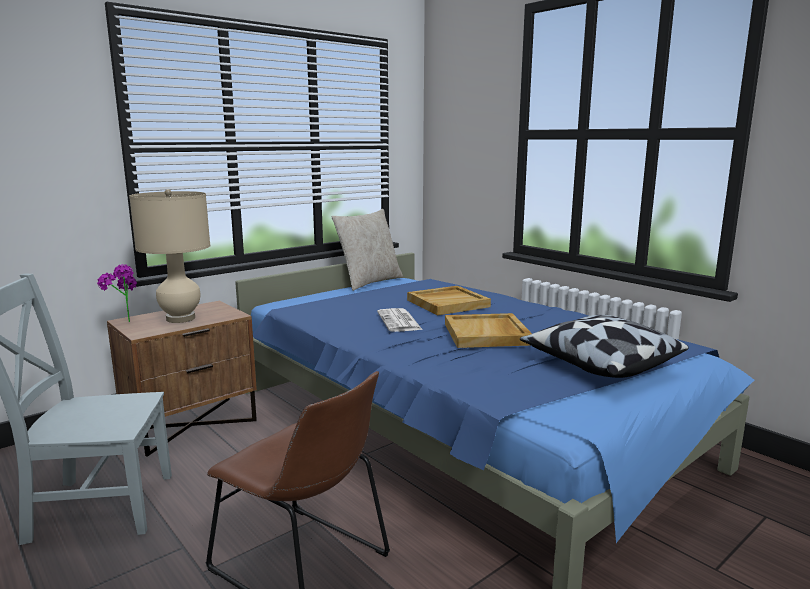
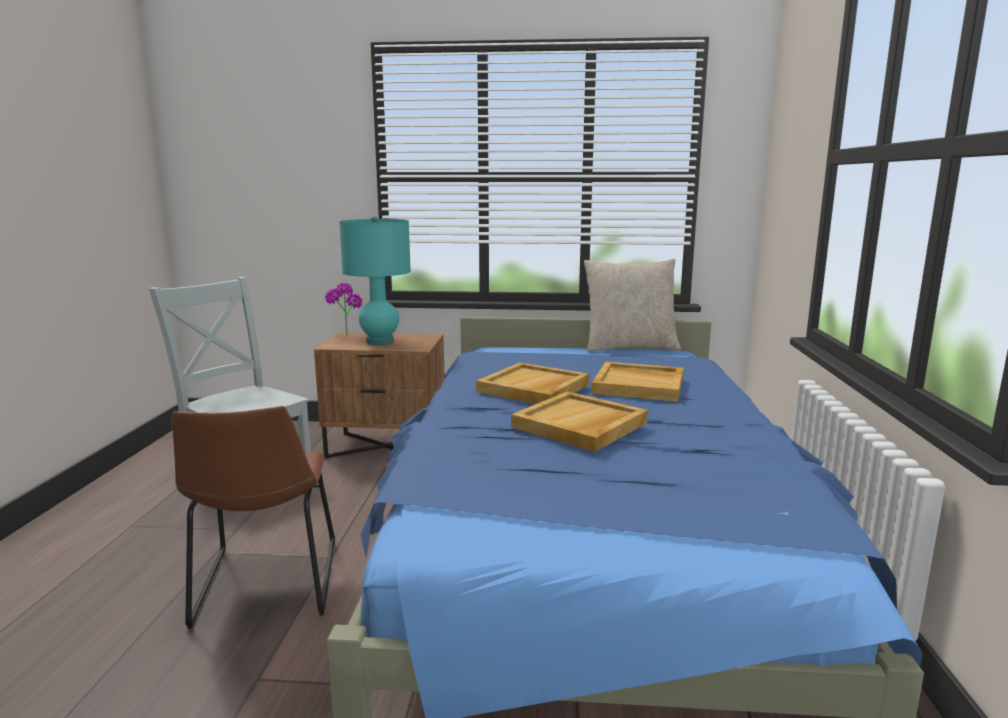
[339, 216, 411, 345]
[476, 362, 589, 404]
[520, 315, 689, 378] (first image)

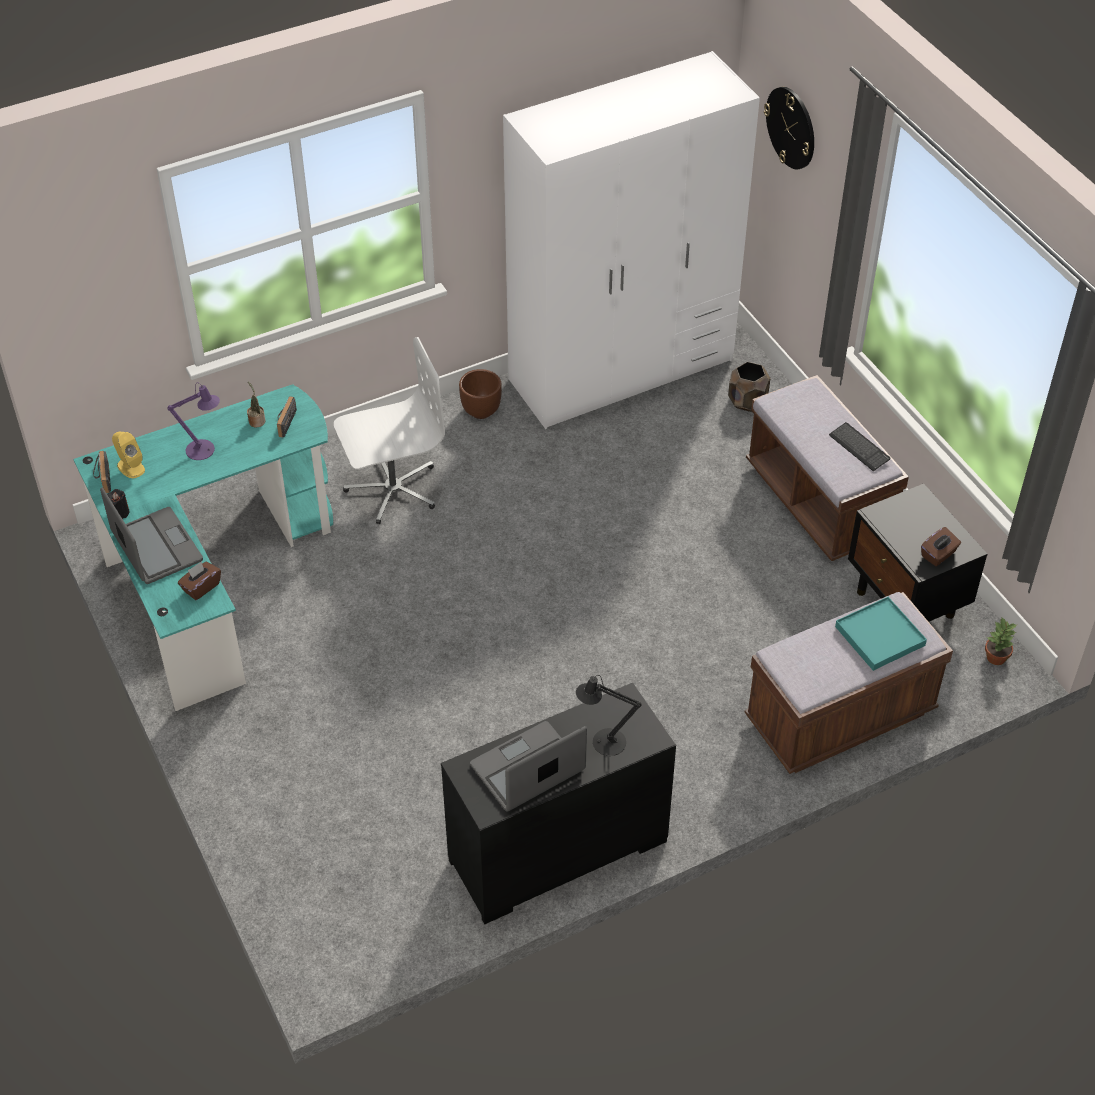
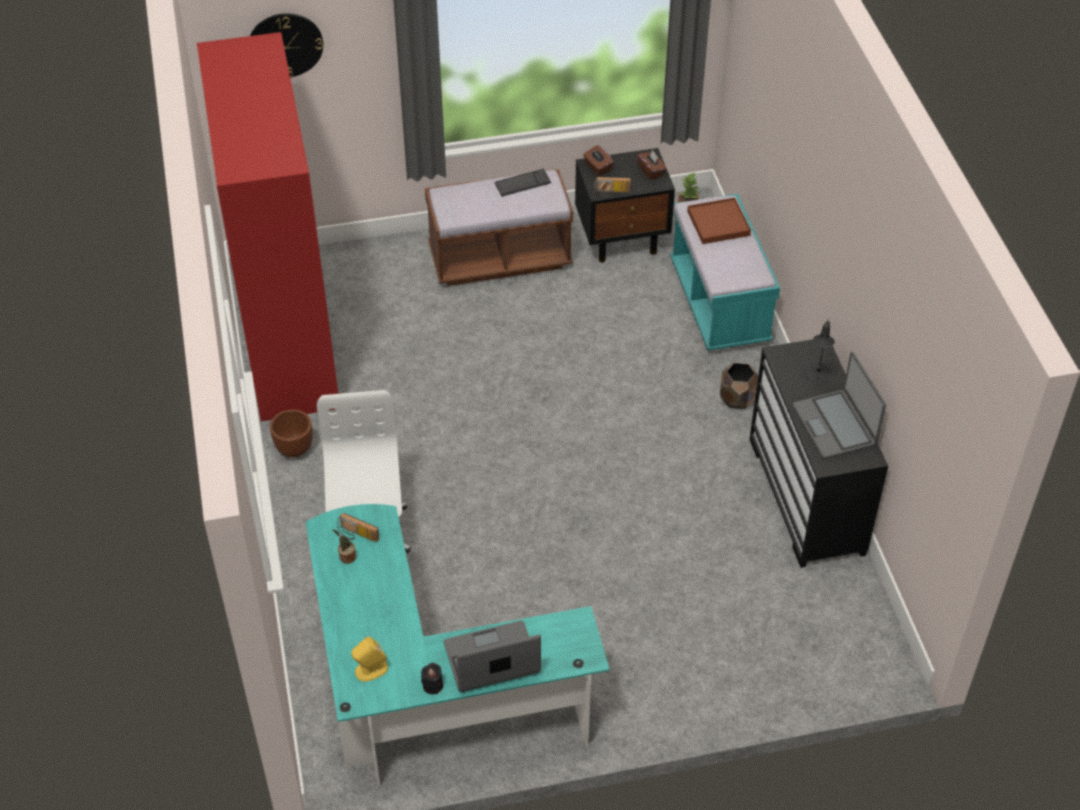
[594, 177, 631, 197]
[167, 383, 220, 460] (first image)
[583, 145, 614, 176]
[197, 32, 338, 421]
[720, 363, 758, 409]
[670, 194, 780, 350]
[687, 198, 751, 244]

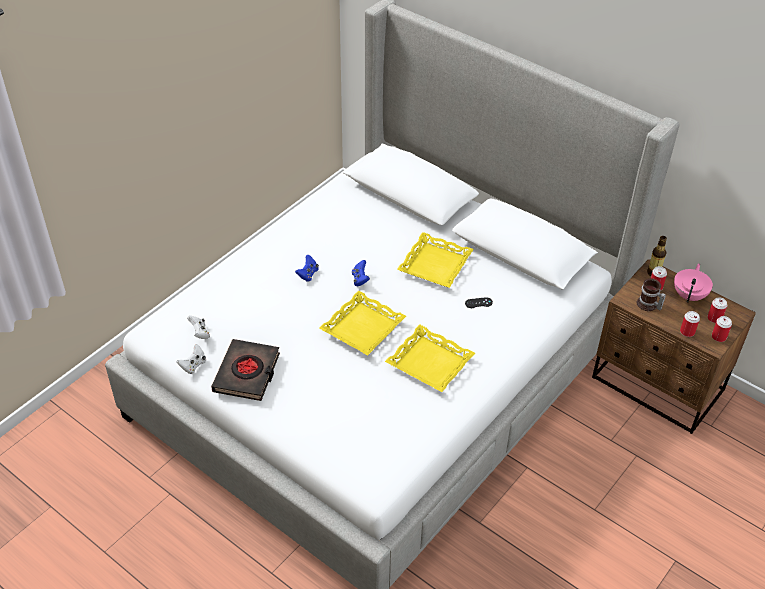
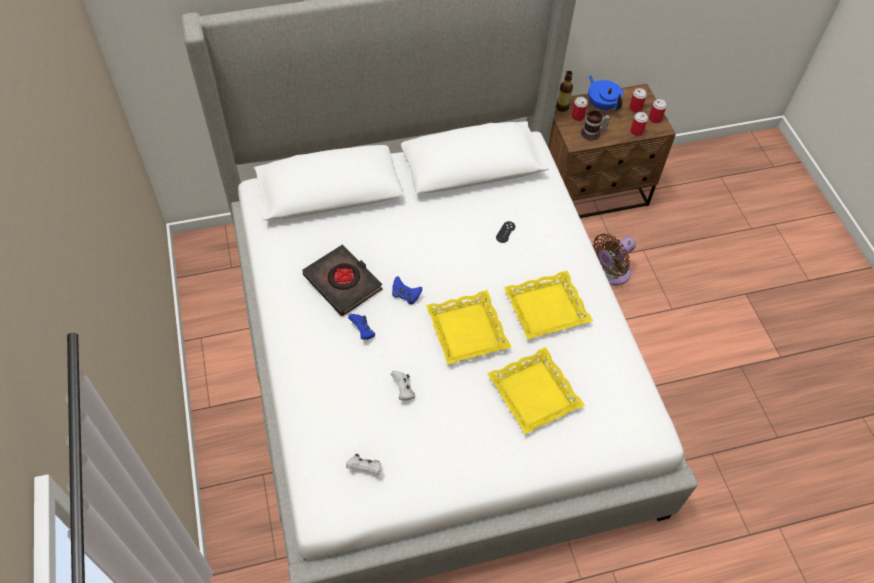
[391, 371, 415, 401]
[303, 245, 382, 317]
[487, 347, 585, 434]
[588, 76, 623, 111]
[593, 234, 636, 286]

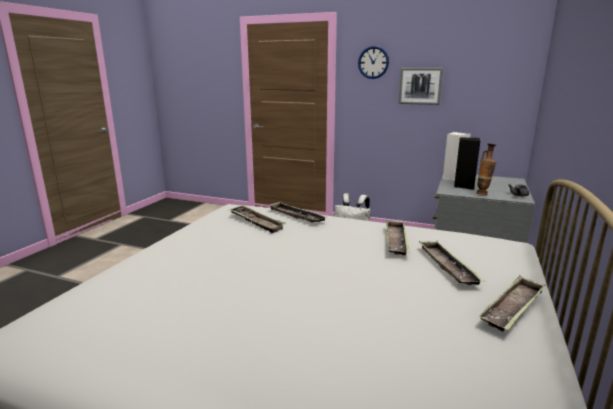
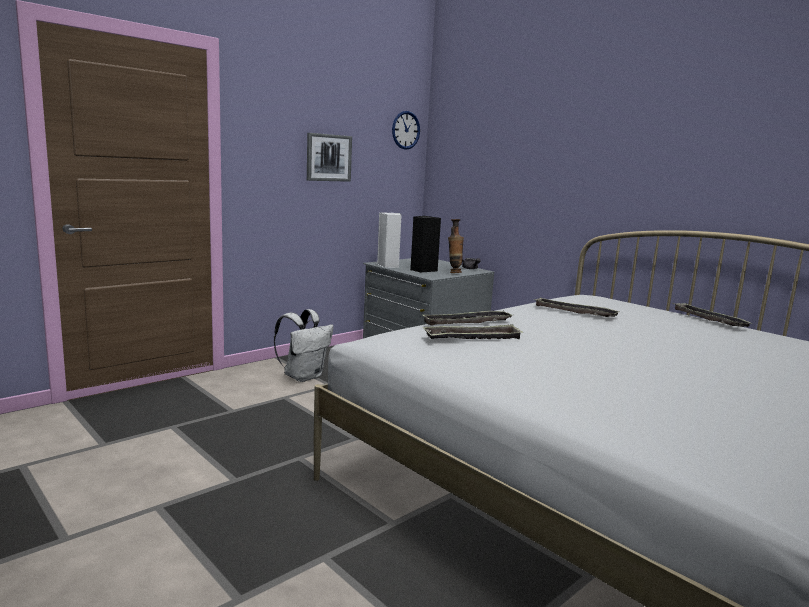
[392, 111, 420, 150]
[420, 241, 484, 285] (first image)

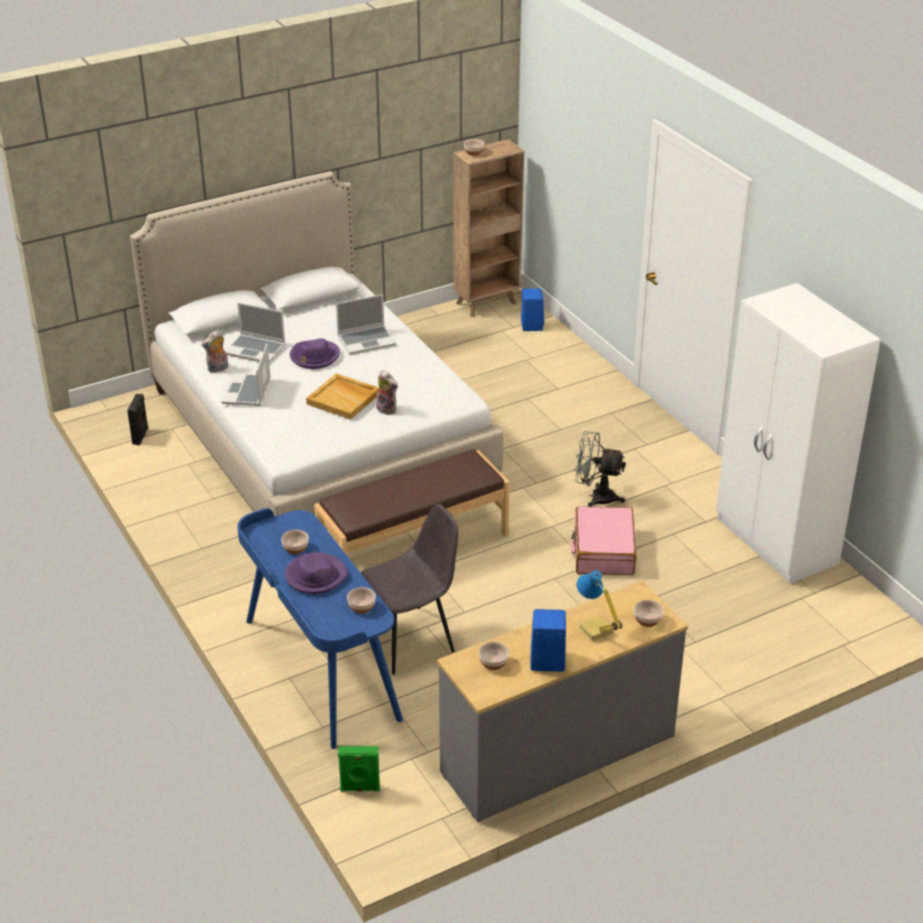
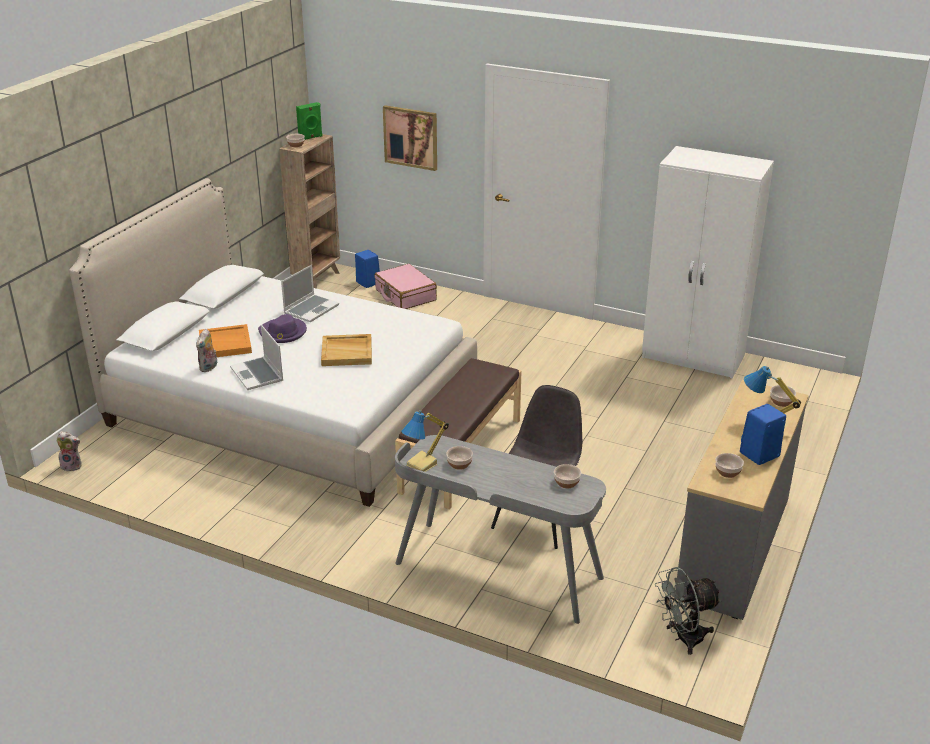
[127, 394, 149, 445] (first image)
[199, 324, 252, 357]
[395, 435, 606, 624]
[285, 552, 349, 594] (first image)
[296, 102, 323, 140]
[56, 431, 82, 471]
[374, 264, 437, 309]
[655, 567, 721, 655]
[383, 105, 437, 171]
[401, 410, 449, 472]

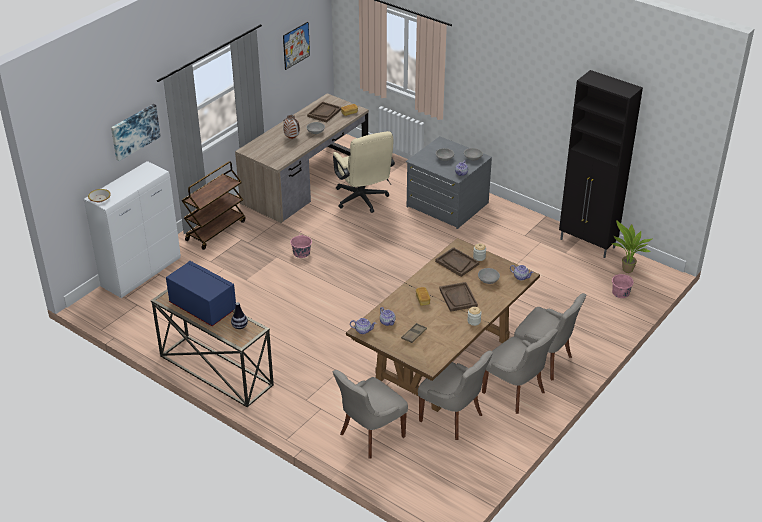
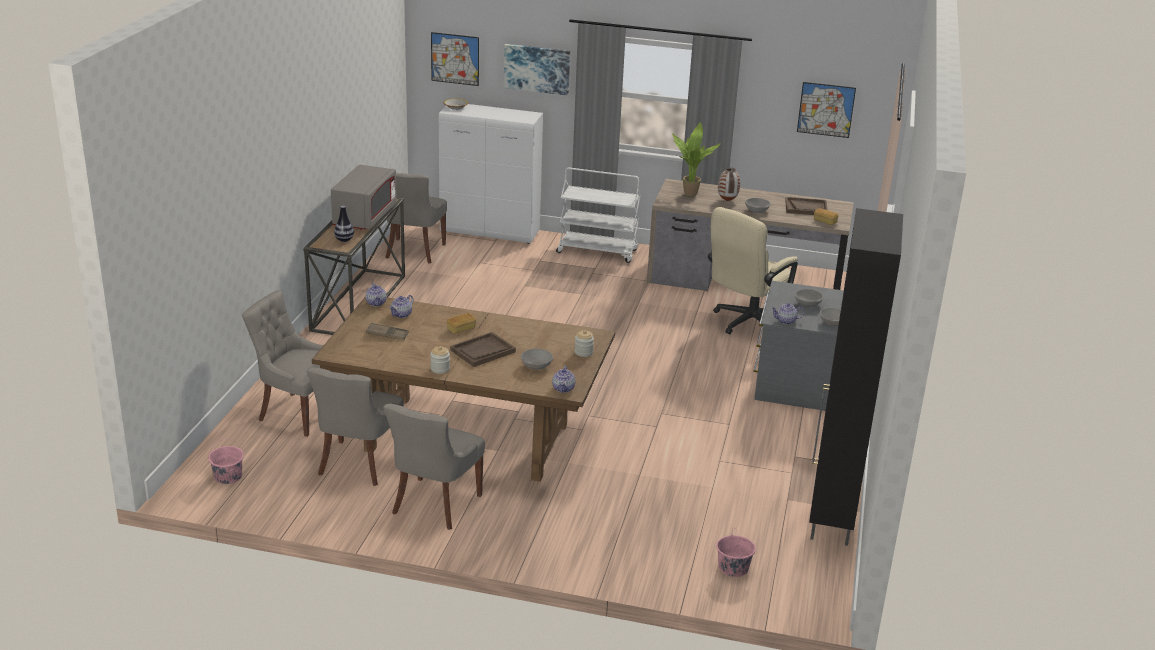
[331, 165, 397, 230]
[556, 167, 641, 263]
[208, 439, 244, 484]
[435, 247, 479, 277] (first image)
[385, 172, 447, 263]
[672, 122, 721, 196]
[431, 32, 479, 86]

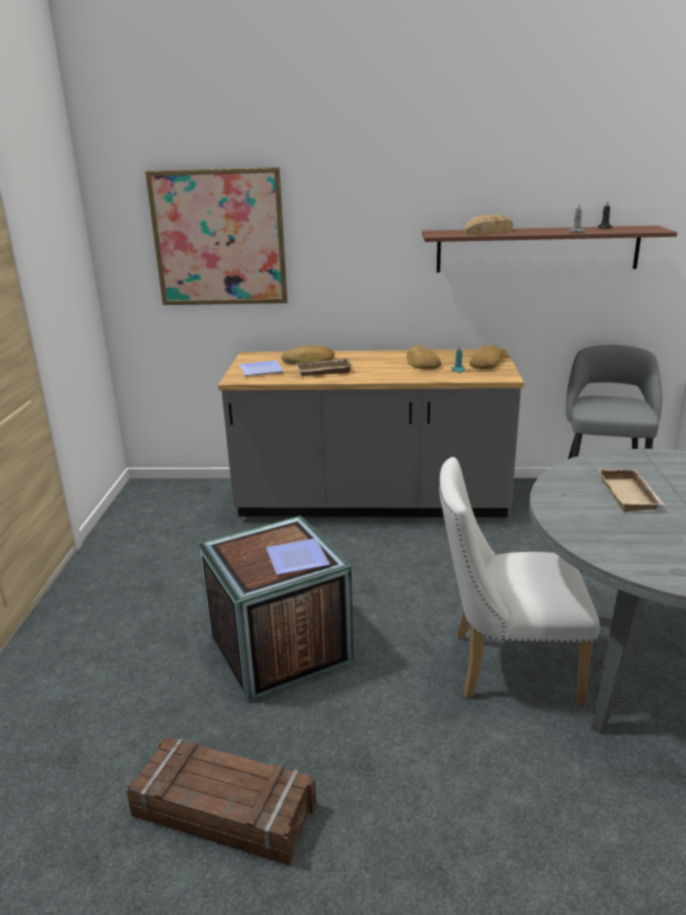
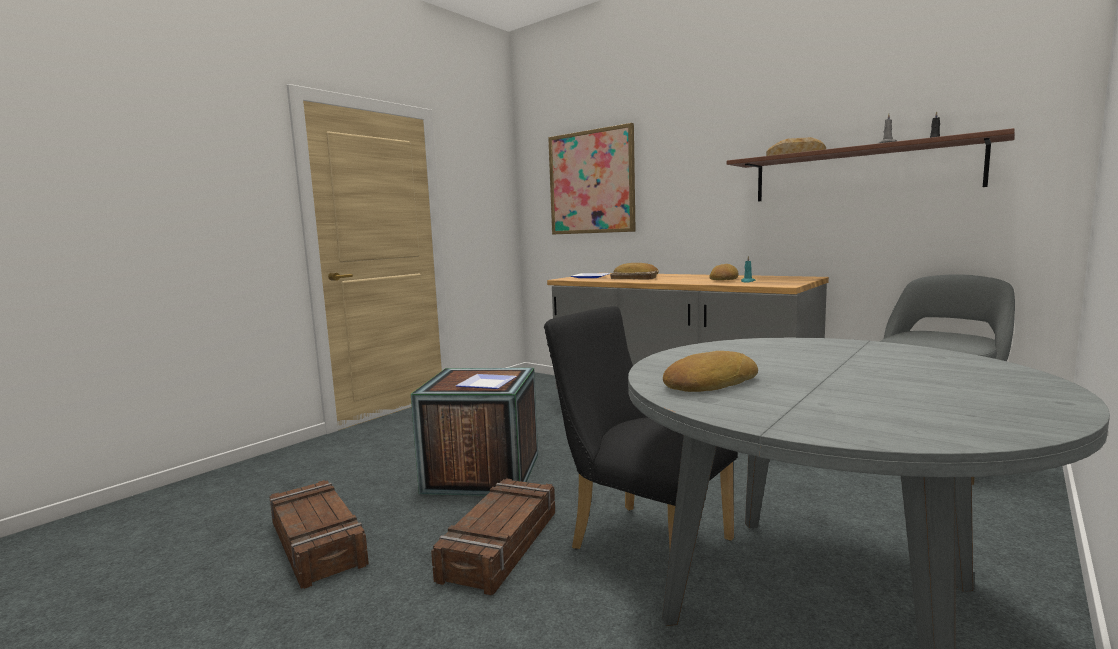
[544, 306, 738, 550]
[663, 351, 758, 392]
[599, 468, 665, 512] (first image)
[431, 478, 555, 595]

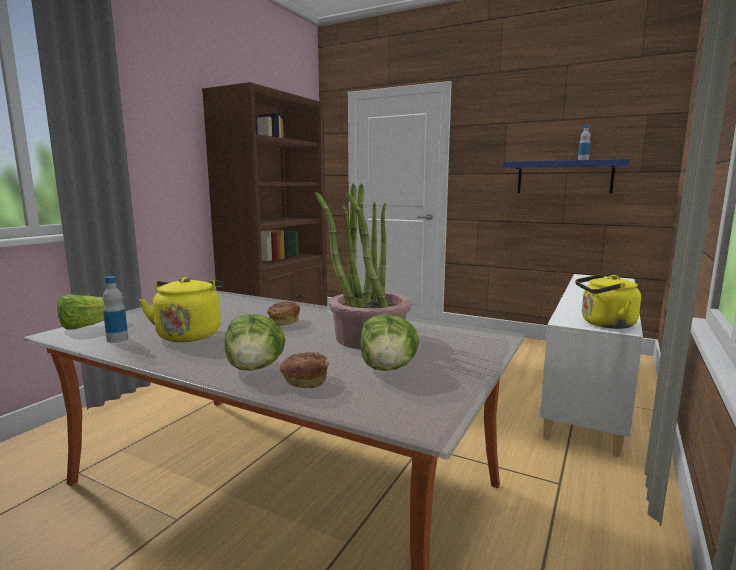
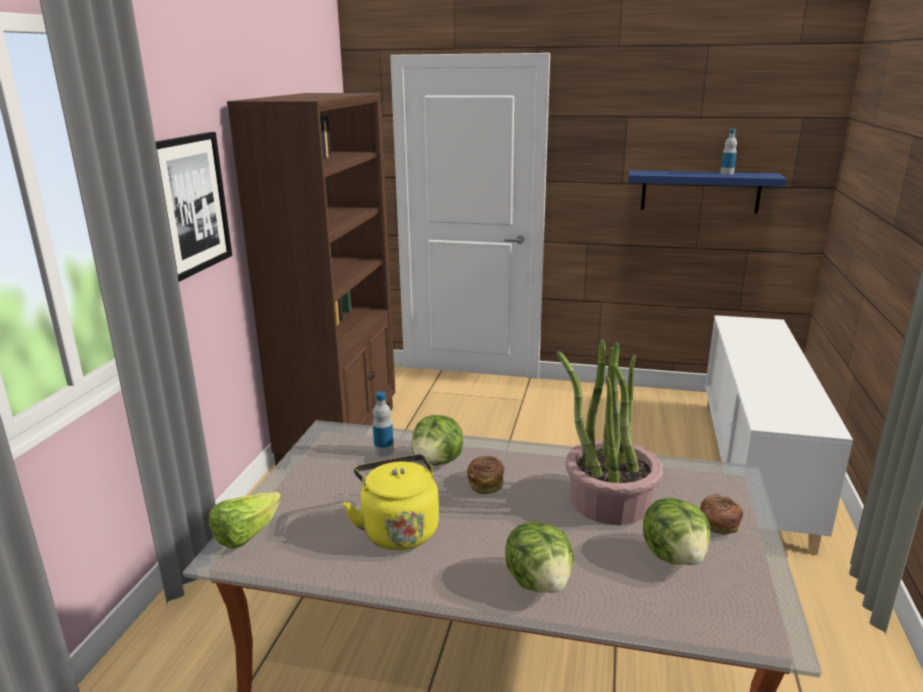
[373, 391, 394, 457]
[700, 494, 743, 535]
[575, 274, 641, 329] (first image)
[155, 132, 232, 282]
[412, 415, 463, 466]

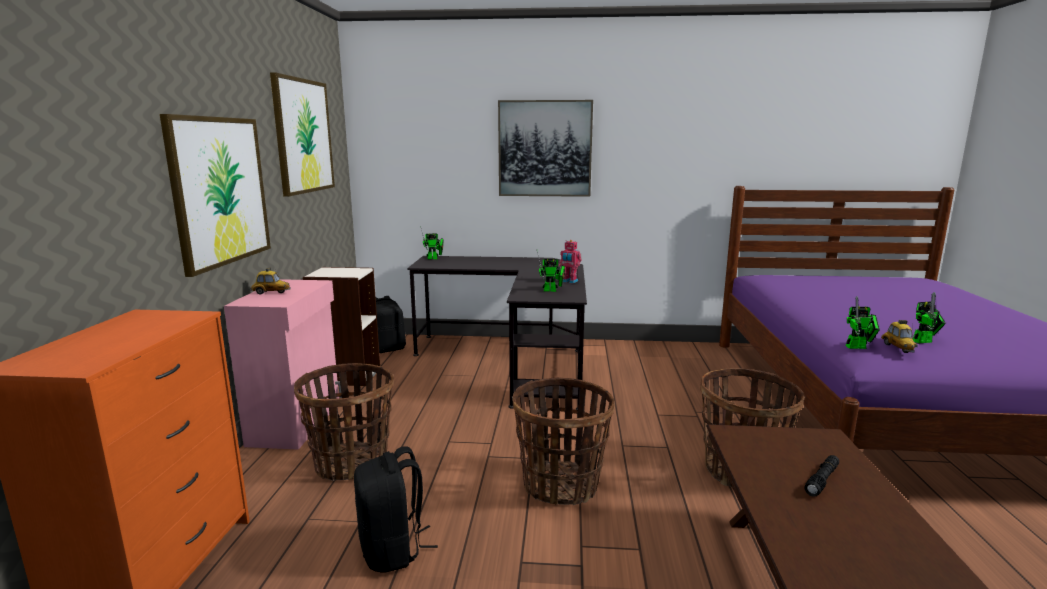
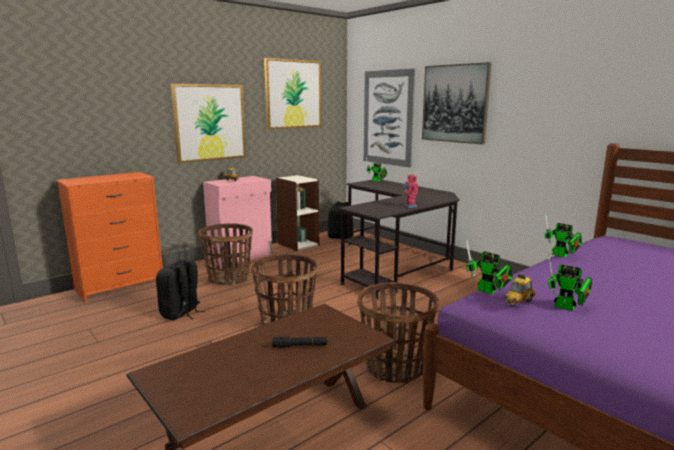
[545, 212, 582, 257]
[364, 69, 415, 168]

